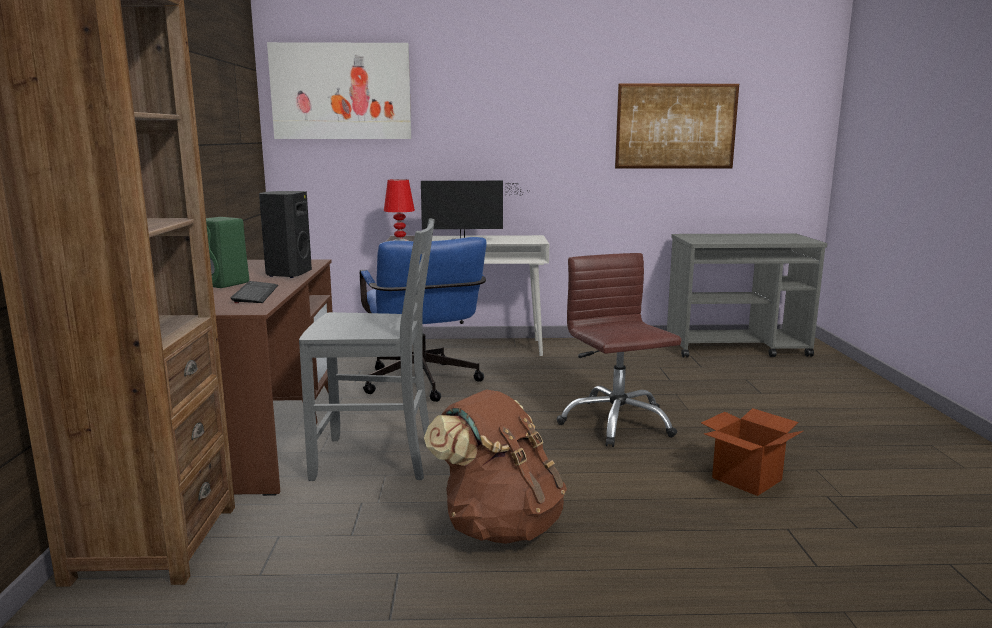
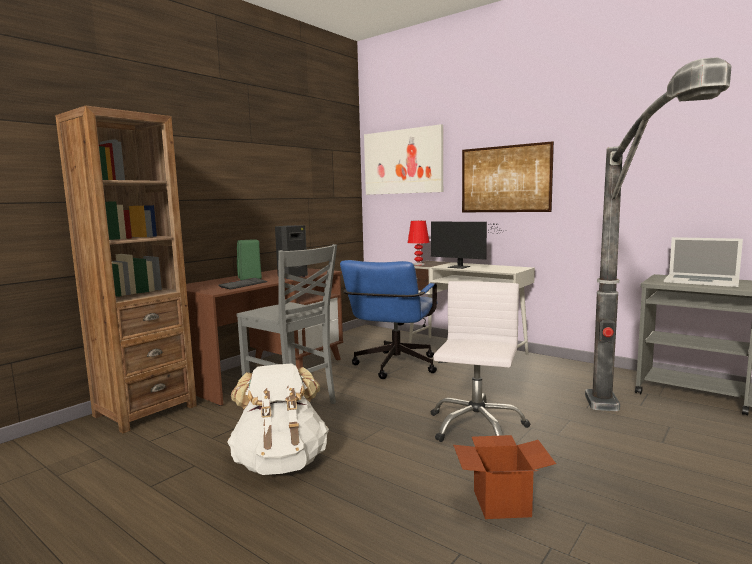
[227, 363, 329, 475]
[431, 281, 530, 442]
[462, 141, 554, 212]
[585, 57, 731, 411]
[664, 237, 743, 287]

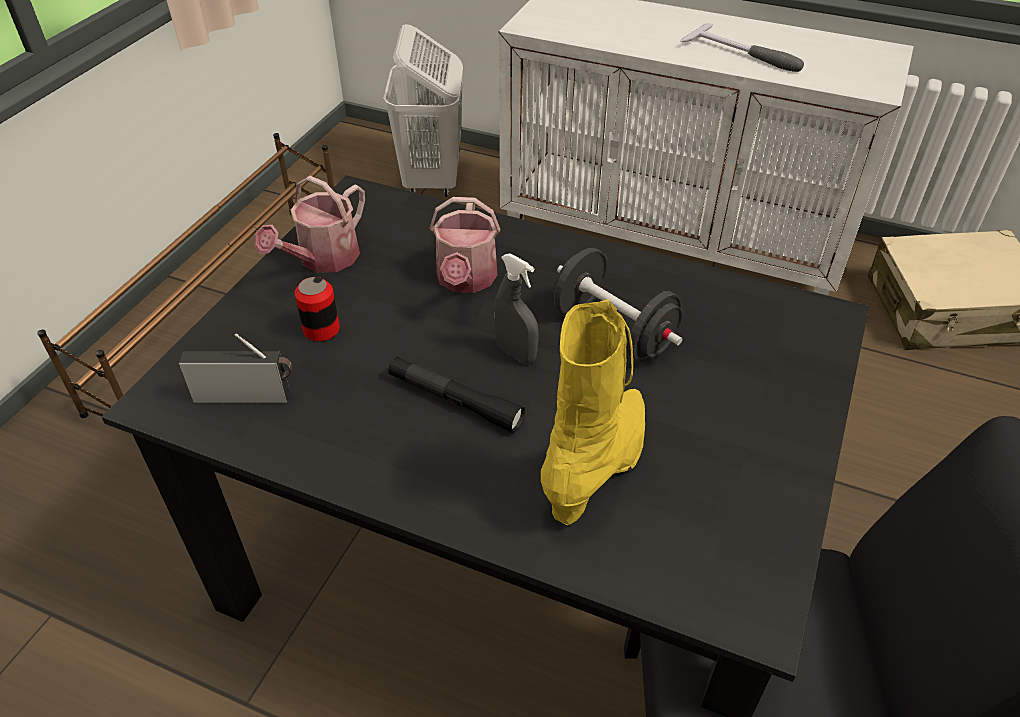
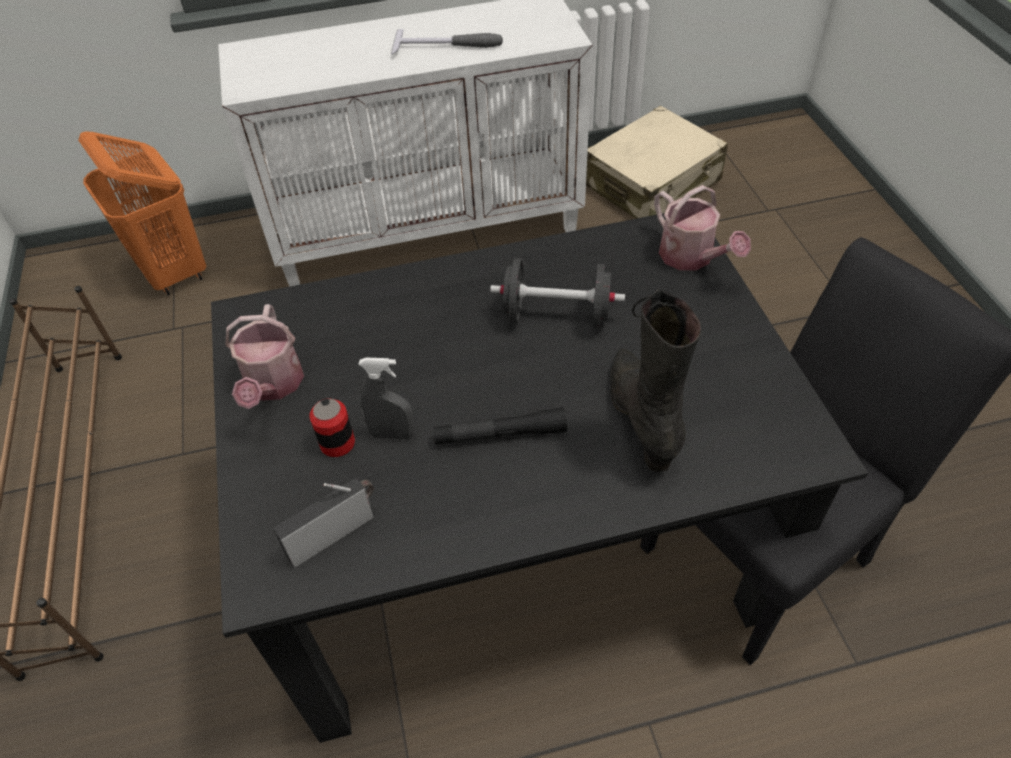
[78, 132, 206, 295]
[654, 185, 751, 270]
[358, 358, 414, 439]
[610, 289, 701, 472]

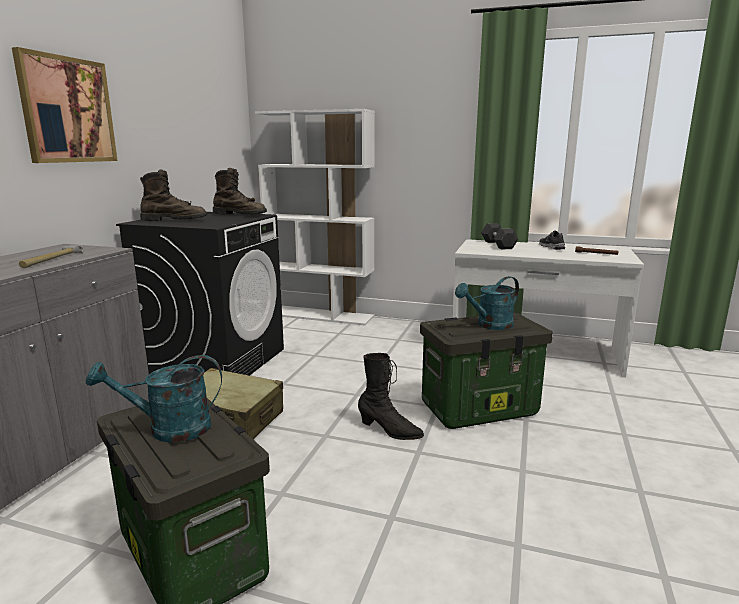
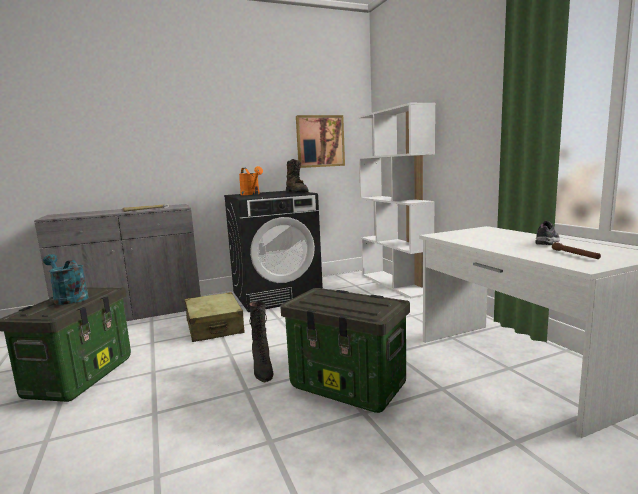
[296, 115, 345, 168]
[239, 166, 263, 195]
[455, 276, 519, 330] (first image)
[481, 223, 518, 249] (first image)

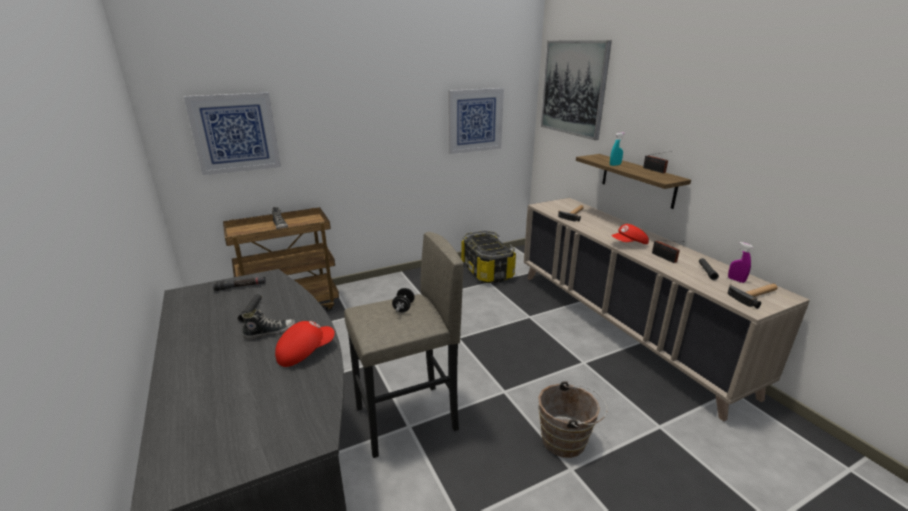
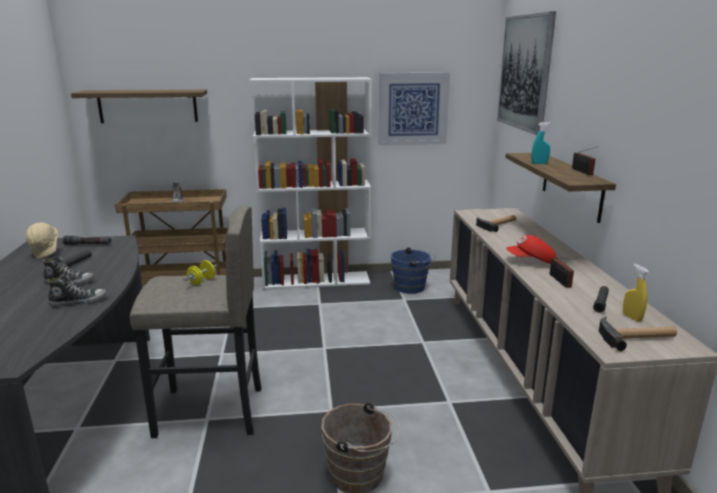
[71, 90, 207, 123]
[47, 274, 107, 307]
[183, 260, 217, 285]
[391, 247, 436, 294]
[623, 264, 648, 322]
[25, 222, 58, 258]
[249, 77, 372, 289]

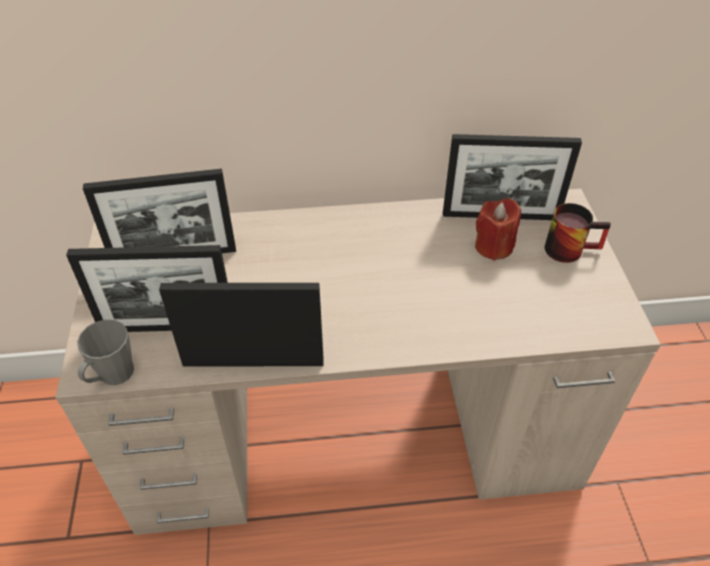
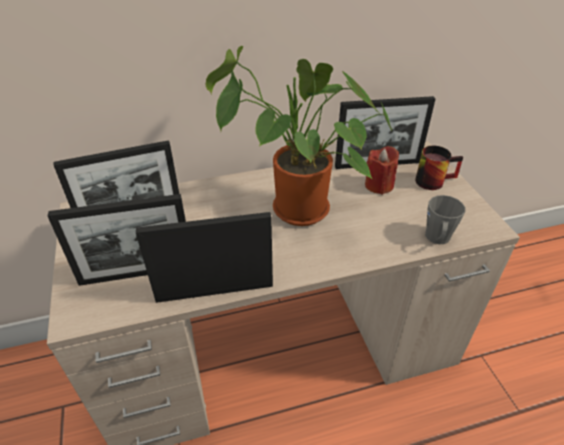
[425, 195, 465, 244]
[205, 46, 392, 226]

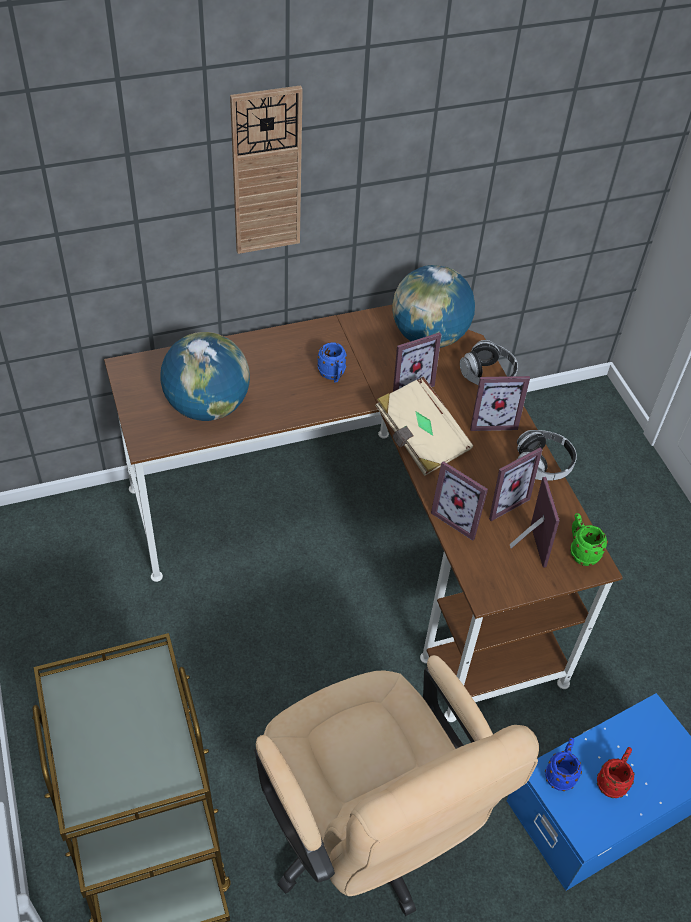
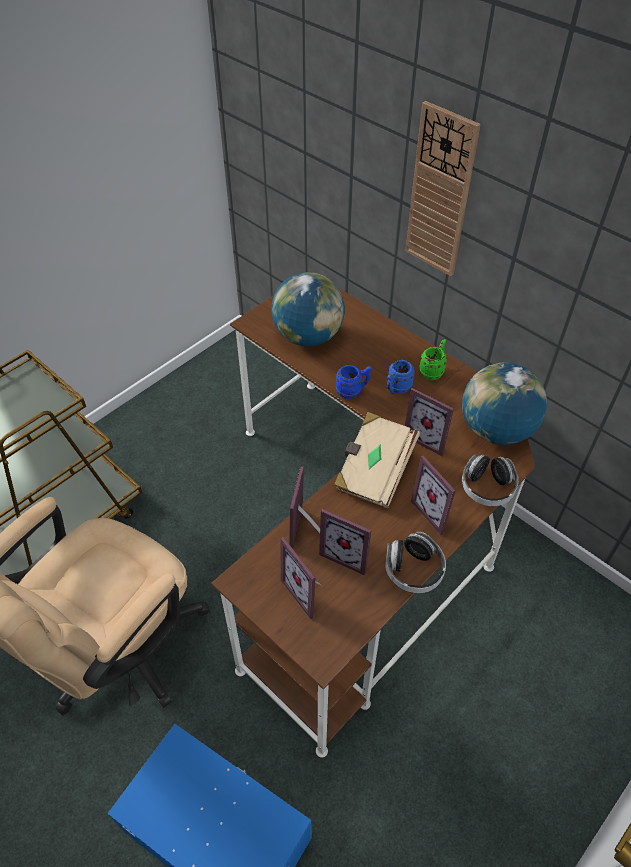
[280, 537, 322, 619]
[335, 365, 372, 399]
[419, 339, 447, 380]
[597, 747, 635, 798] (first image)

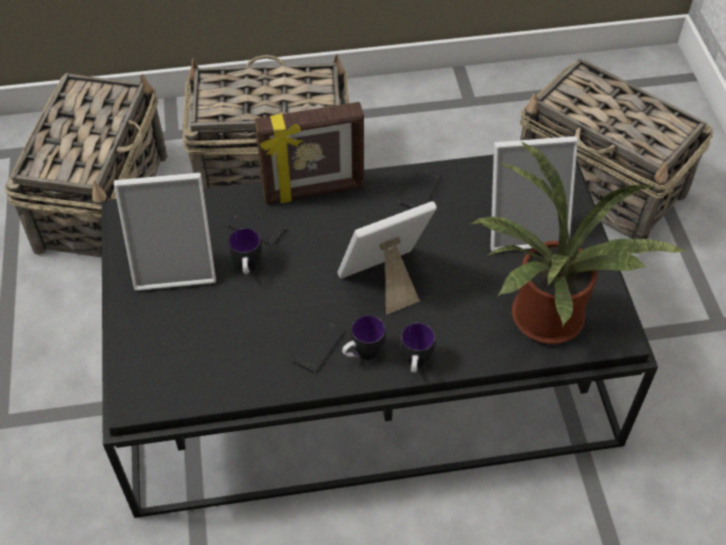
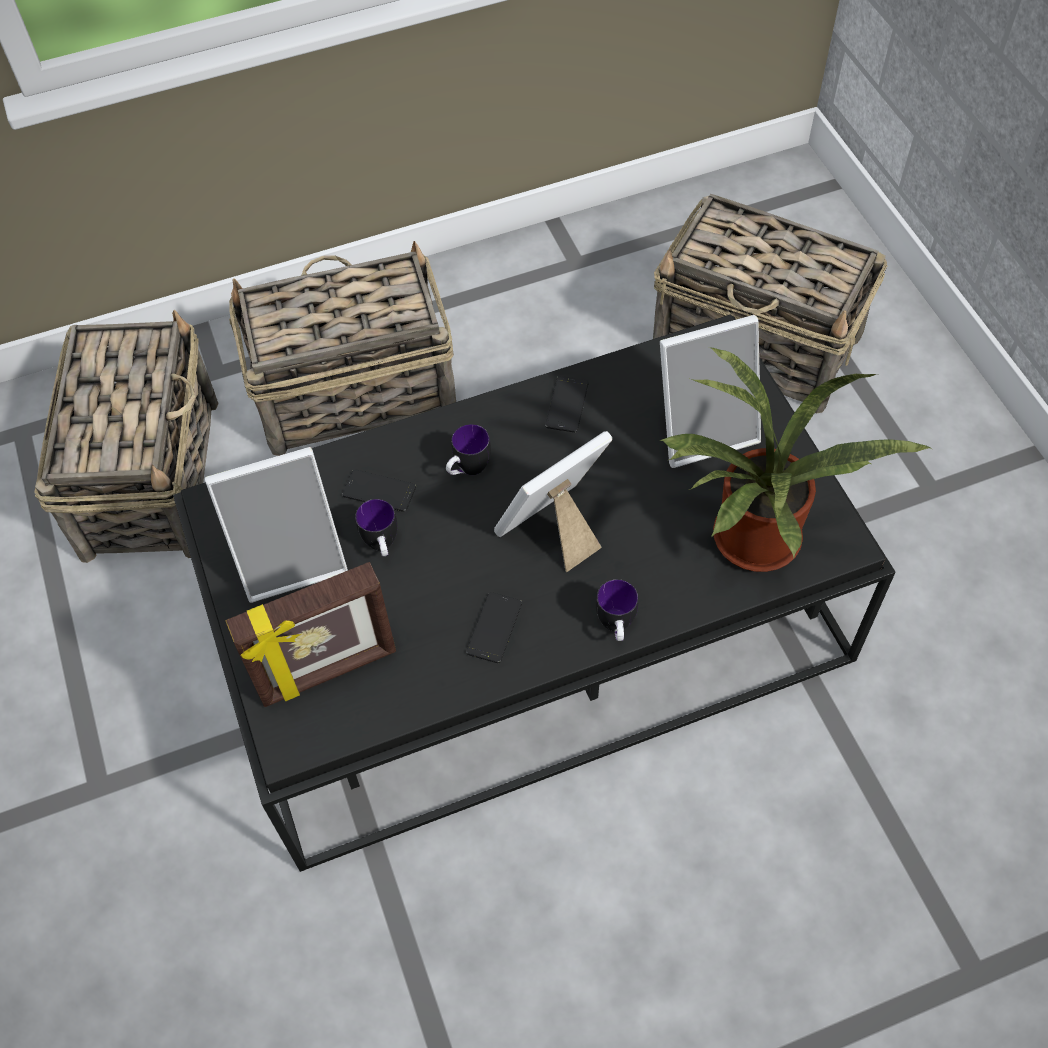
[225, 562, 396, 707]
[446, 424, 491, 475]

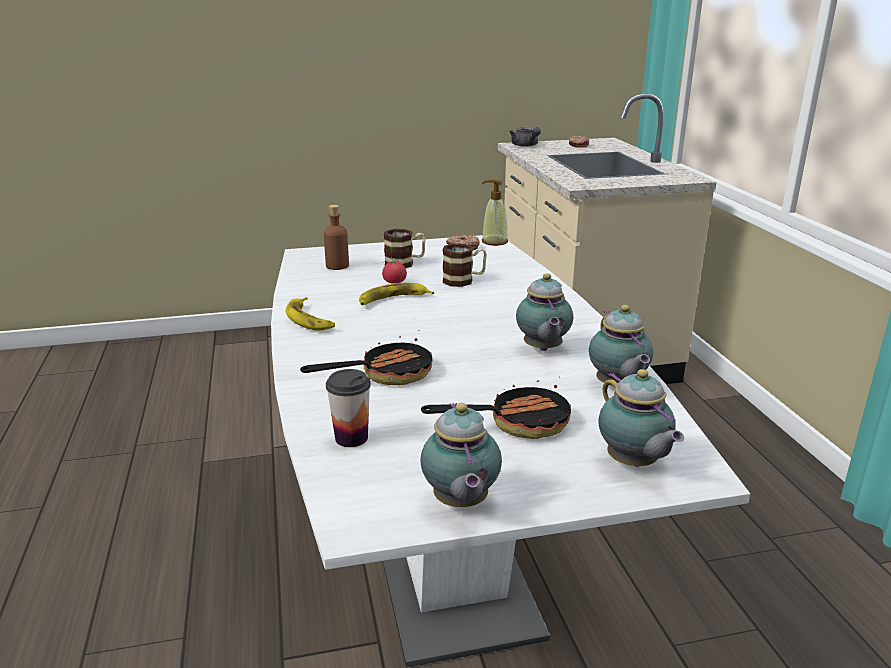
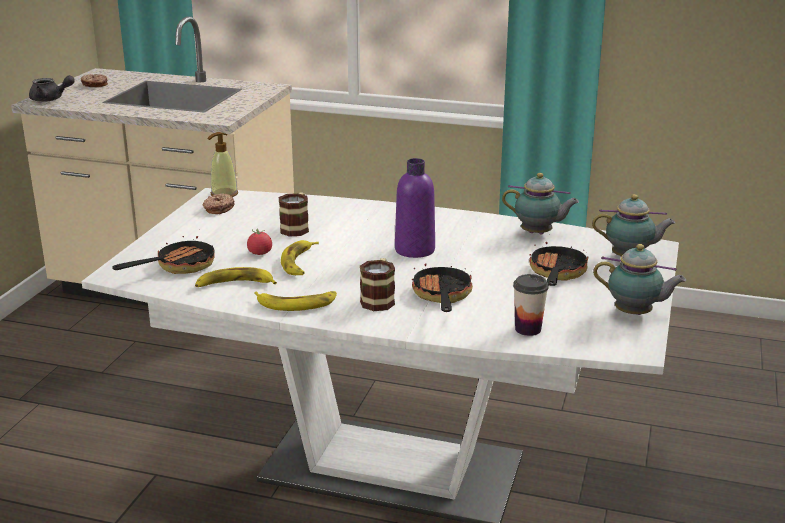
[112, 236, 215, 274]
[360, 258, 395, 311]
[516, 273, 573, 351] (first image)
[195, 267, 277, 287]
[395, 158, 435, 258]

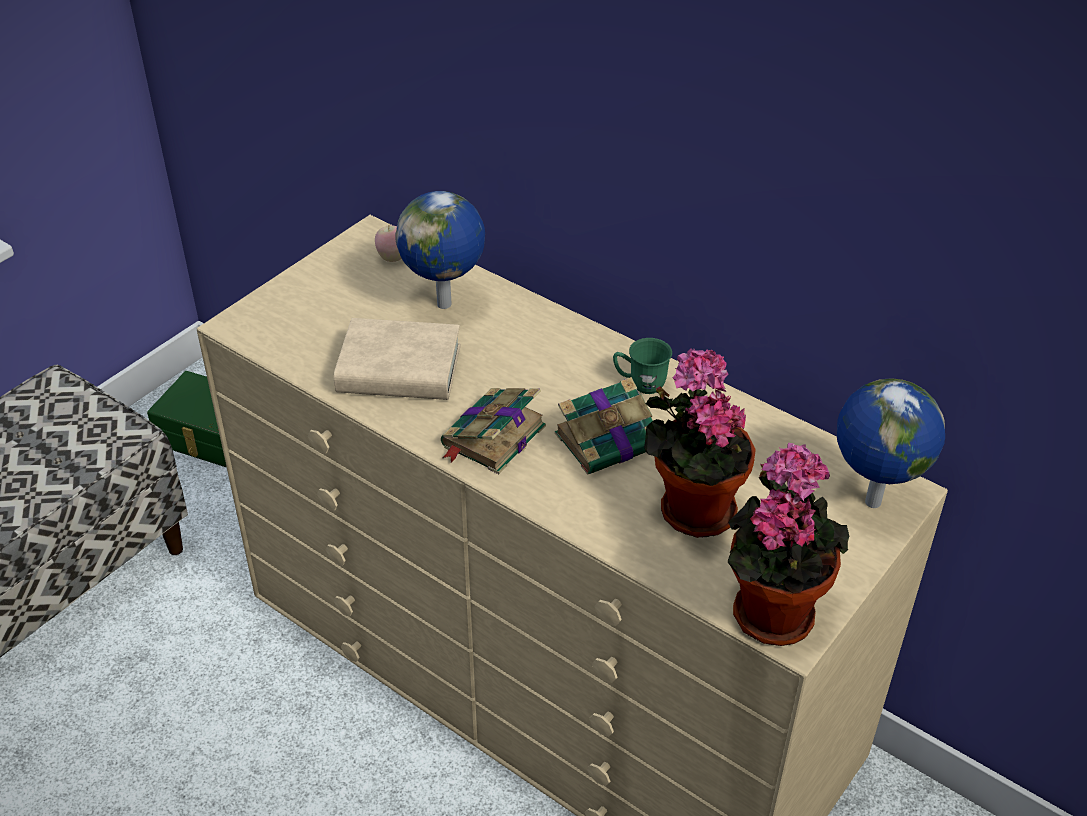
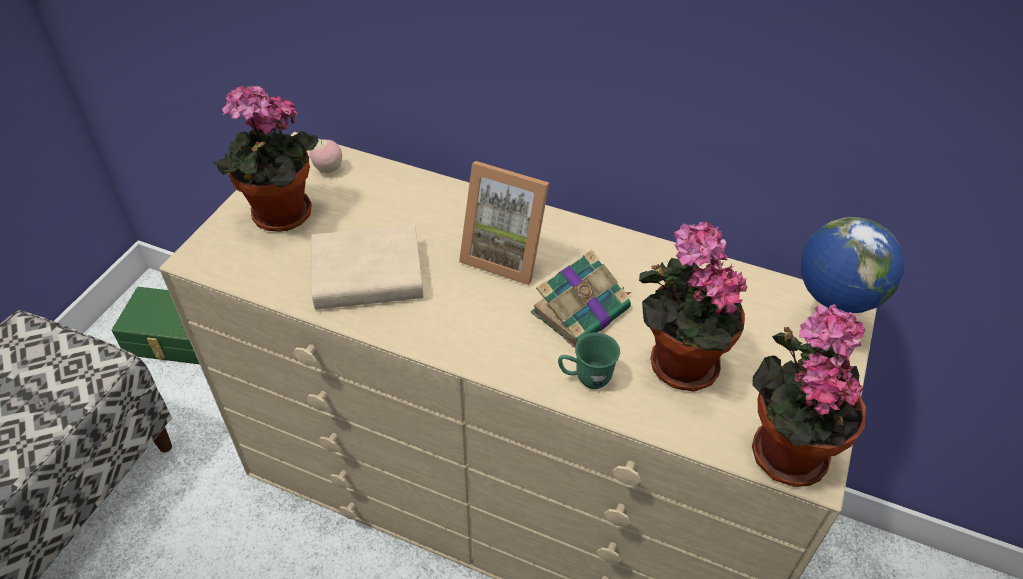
[396, 191, 485, 309] (first image)
[441, 388, 546, 474] (first image)
[558, 333, 620, 389]
[213, 85, 319, 232]
[459, 161, 549, 285]

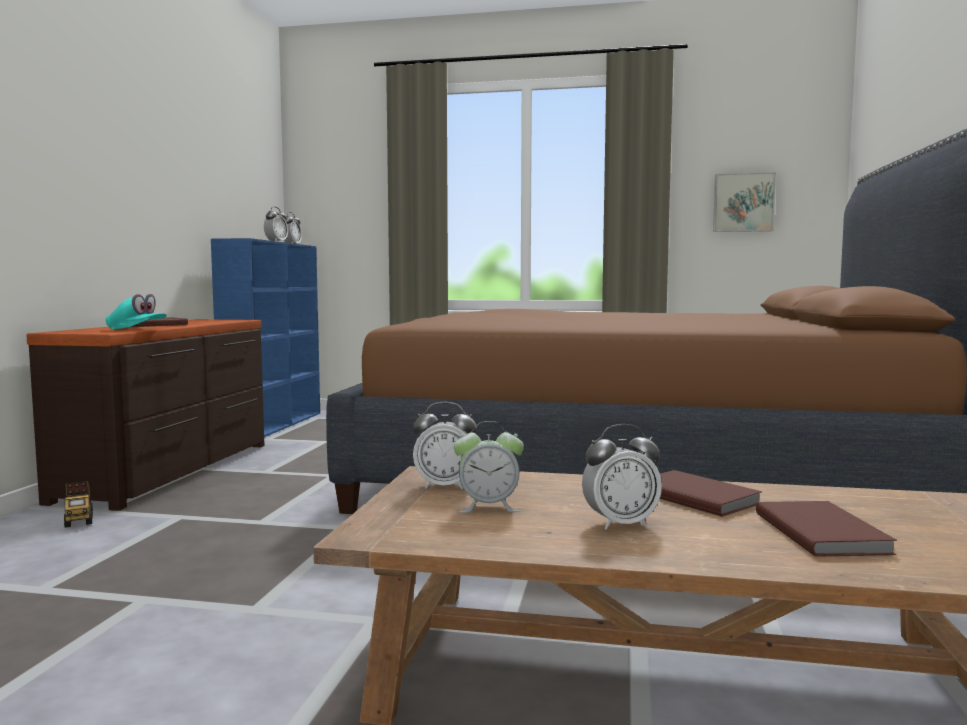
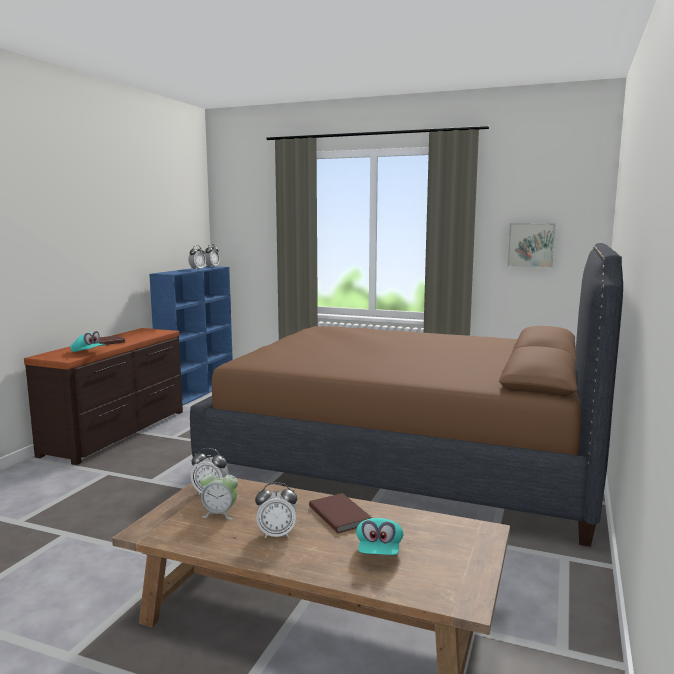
[64, 481, 93, 527] (first image)
[356, 518, 403, 555]

